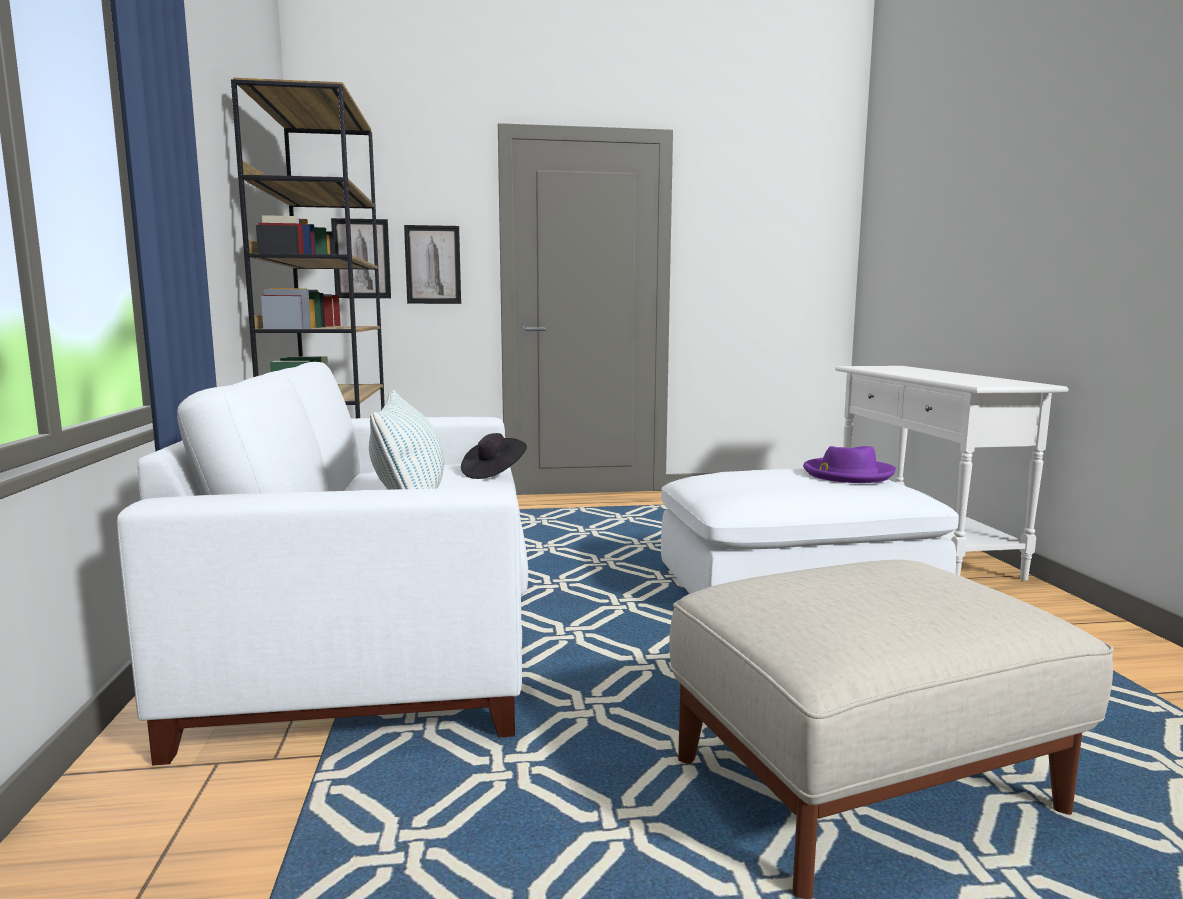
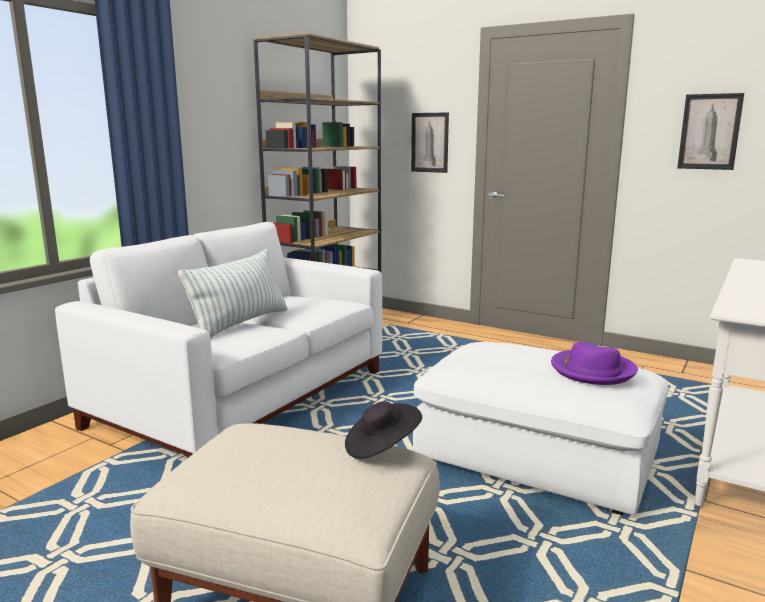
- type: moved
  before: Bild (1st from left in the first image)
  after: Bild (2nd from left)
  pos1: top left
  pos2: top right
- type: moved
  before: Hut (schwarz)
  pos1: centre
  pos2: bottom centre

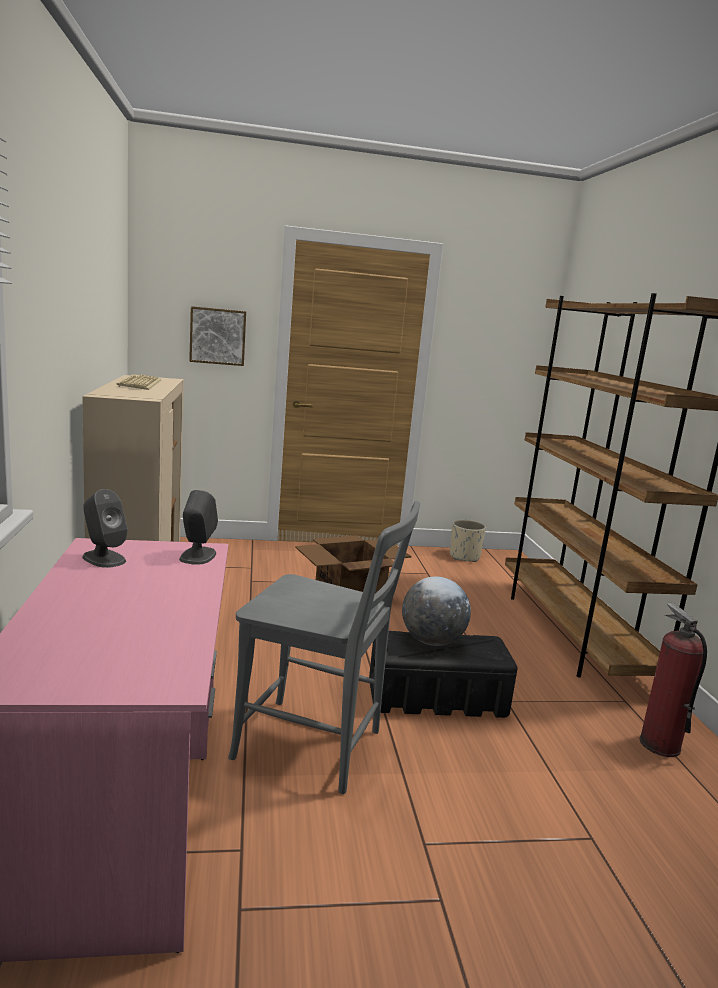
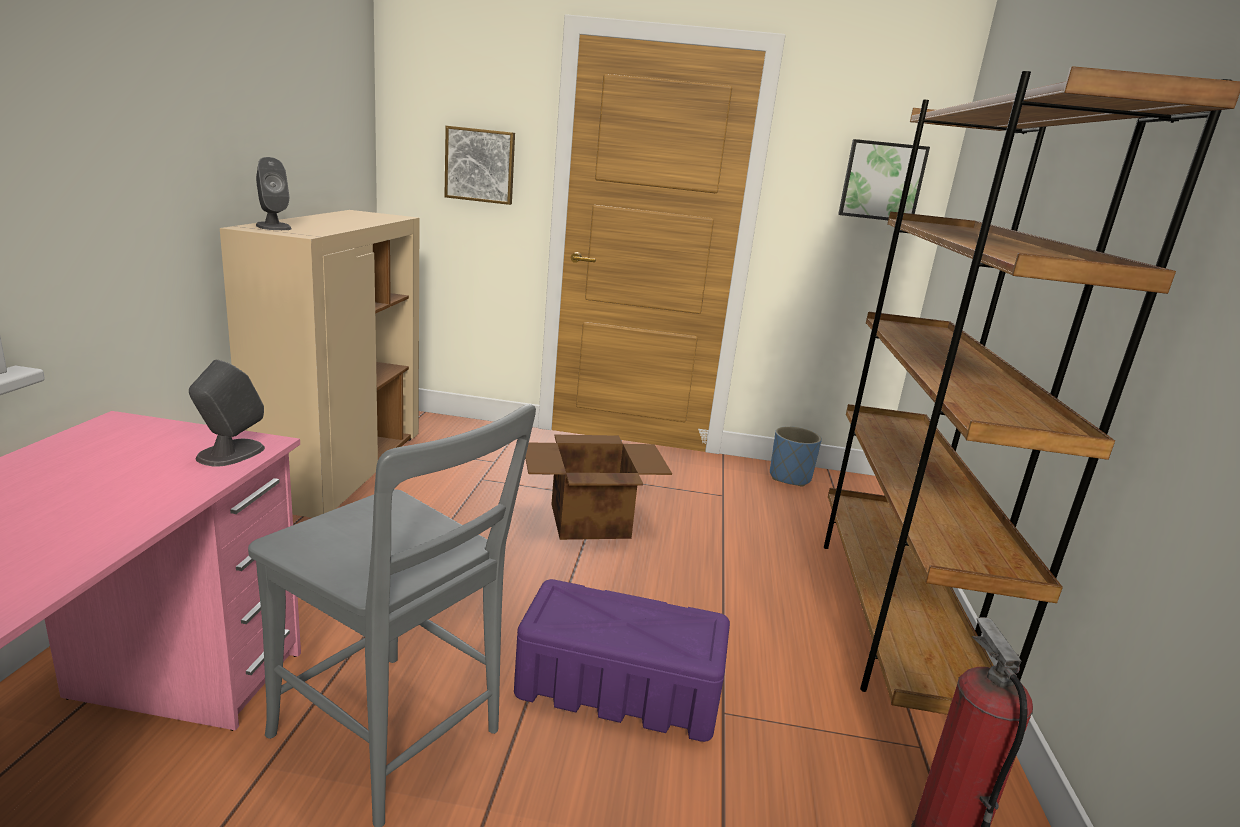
- type: removed
  before: Tastatur
  pos1: middle left
- type: moved
  before: Lautsprecher (grau) (1st from left in the first image)
  after: Lautsprecher (grau) (2nd from left)
  pos1: middle left
  pos2: top left
- type: recoloured
  before: Pflanzkübel (beige)
  after: Pflanzkübel (blau)
  pos1: centre
  pos2: centre
- type: removed
  before: Globus
  pos1: centre
- type: recoloured
  before: Aufbewahrungsbox (schwarz)
  after: Aufbewahrungsbox (lila)
  pos1: bottom centre
  pos2: bottom centre
- type: added
  after: Bild (2nd from left)
  pos2: top right

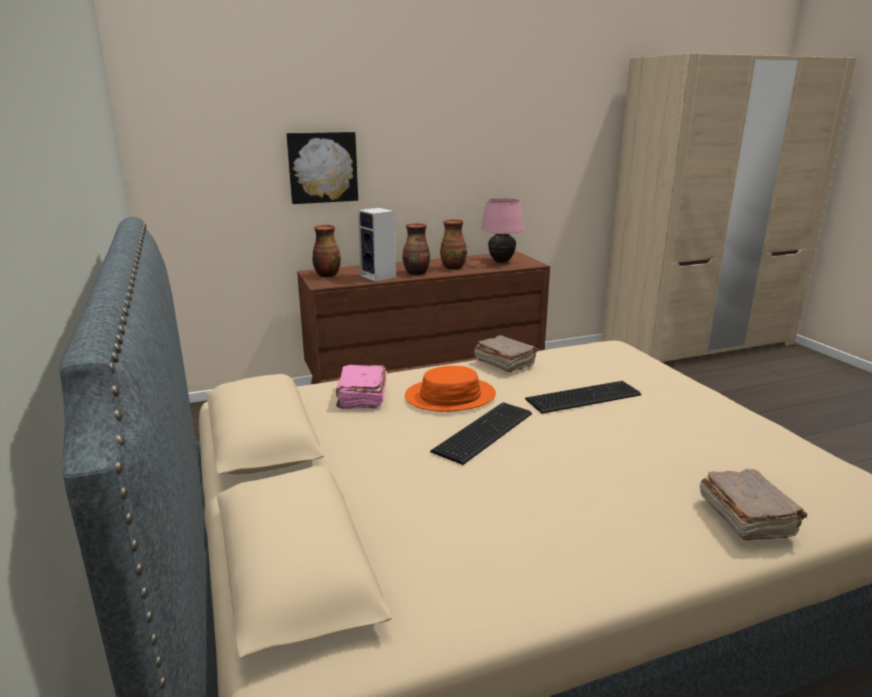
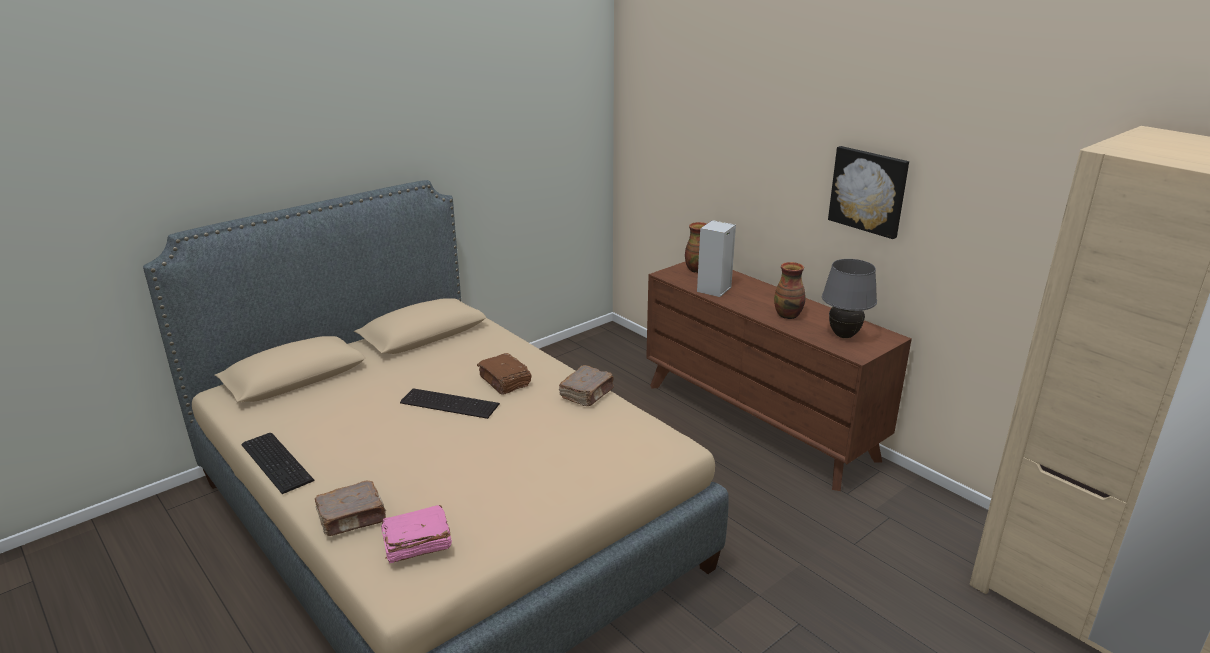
- type: moved
  before: Bild
  pos1: top centre
  pos2: top right
- type: recoloured
  before: Tischlampe (rosa)
  after: Tischlampe (grau)
  pos1: top centre
  pos2: middle right
- type: removed
  before: Vase (2nd from left)
  pos1: centre
- type: moved
  before: Buch (rosa)
  pos1: centre
  pos2: bottom centre
- type: replaced
  before: Hut (orange)
  after: Buch (braun) (2nd from left)
  pos1: centre
  pos2: centre
- type: moved
  before: Tastatur (2nd from left in the first image)
  after: Tastatur (1st from left)
  pos1: middle right
  pos2: bottom left

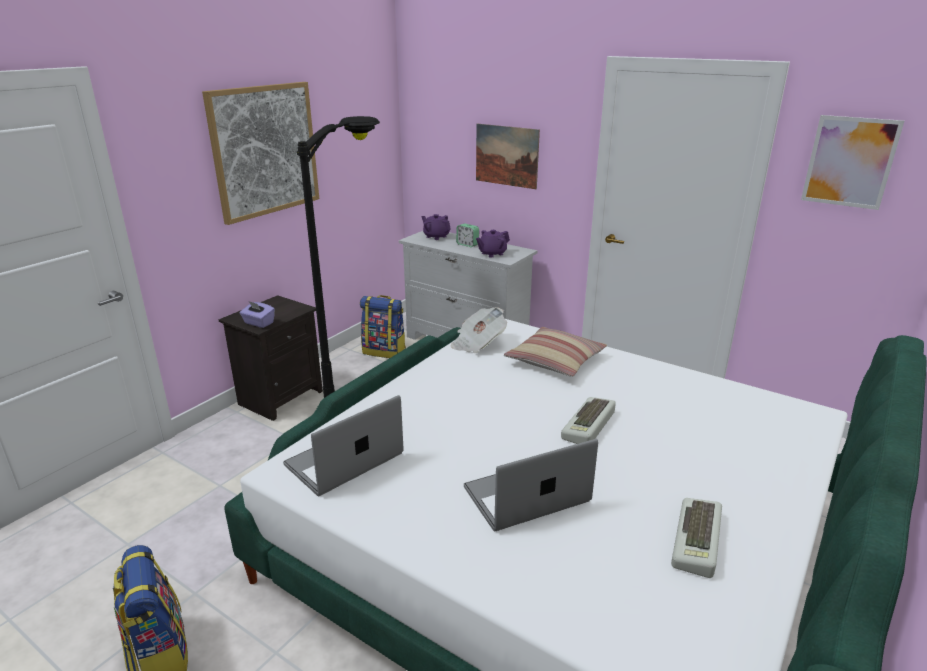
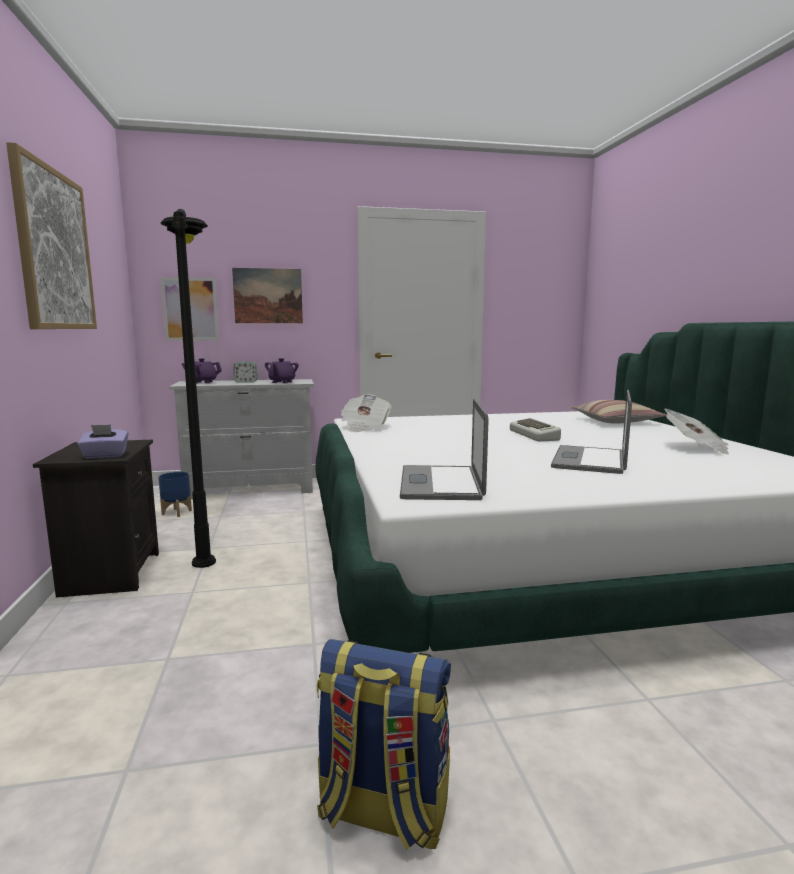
- type: moved
  before: Bild (3rd from left in the first image)
  after: Bild (2nd from left)
  pos1: top right
  pos2: middle left
- type: replaced
  before: Rucksack (2nd from left)
  after: Pflanzkübel (blau)
  pos1: centre
  pos2: middle left
- type: moved
  before: Kissen
  pos1: centre
  pos2: middle right
- type: replaced
  before: Tastatur (2nd from left)
  after: Zeitung (2nd from left)
  pos1: bottom right
  pos2: middle right

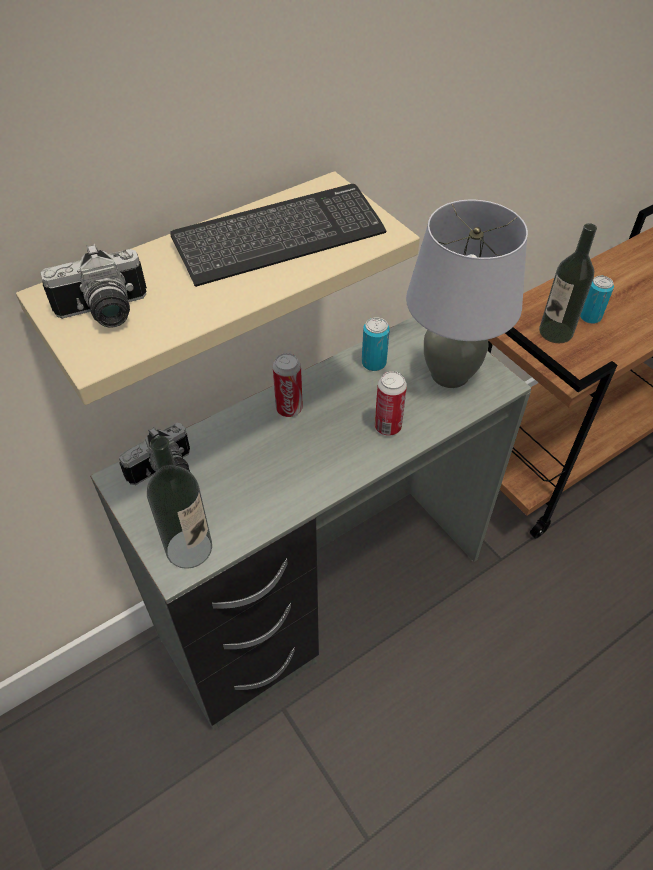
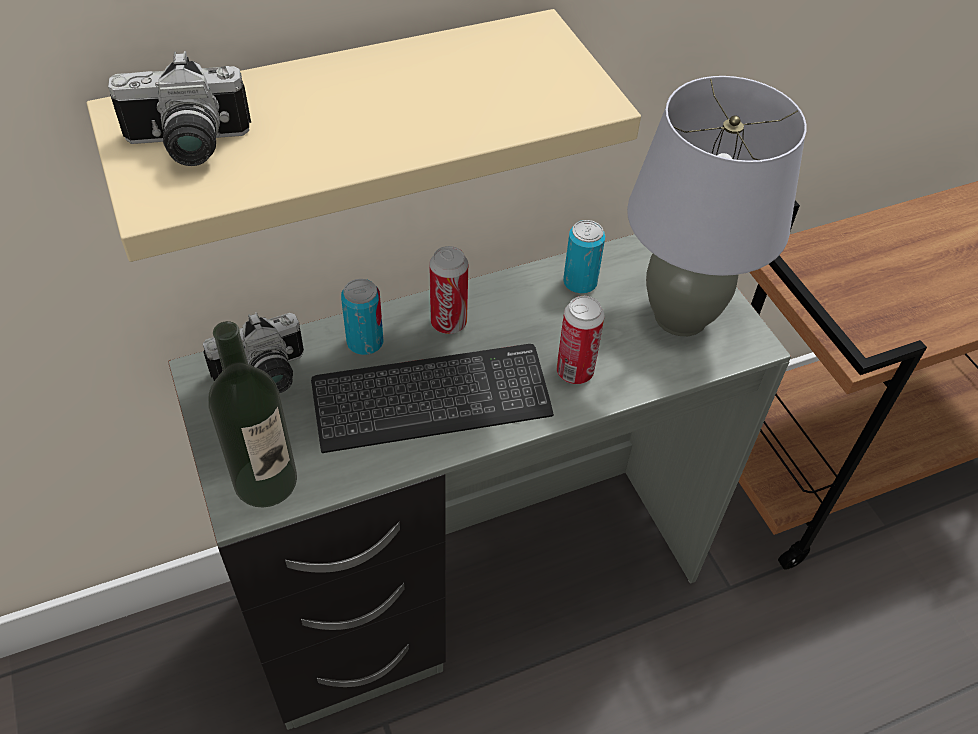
- type: moved
  before: Tastatur
  pos1: top centre
  pos2: centre
- type: removed
  before: Flasche (2nd from left)
  pos1: top right
- type: moved
  before: Dose (4th from left in the first image)
  after: Dose (1st from left)
  pos1: middle right
  pos2: centre

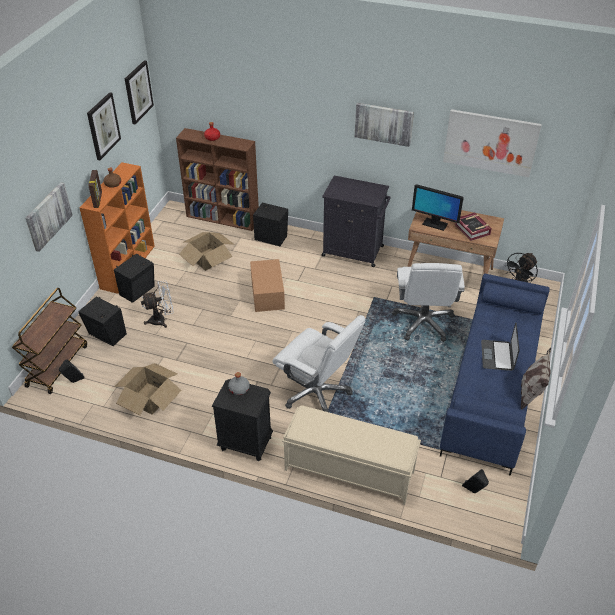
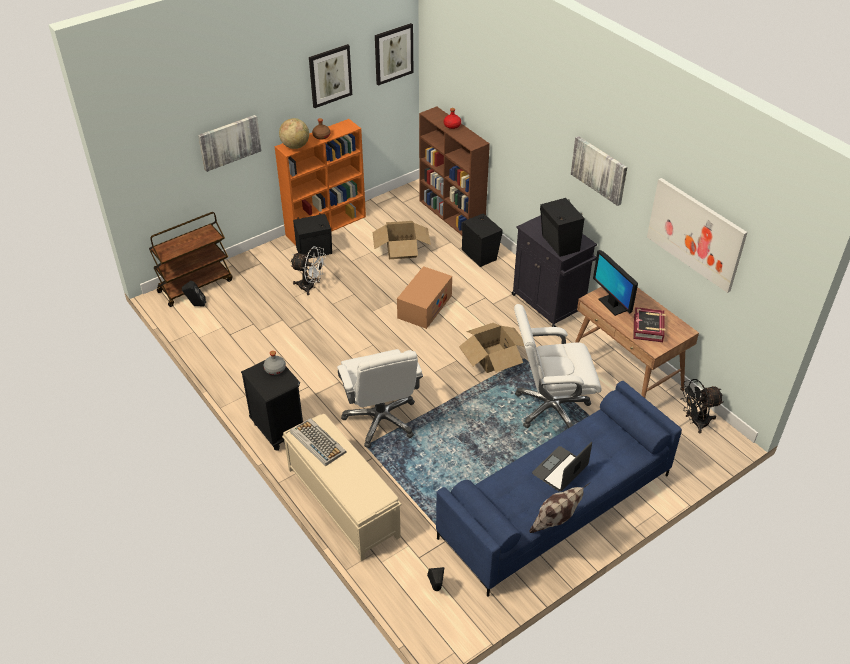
- type: replaced
  before: Bilderrahmen
  after: Globus
  pos1: top left
  pos2: top centre
- type: turned
  before: Bürostuhl (weiß) (2nd from left)
  pos1: middle right
  pos2: centre
  turn: 45
- type: moved
  before: Lautsprecher (schwarz) (2nd from left in the first image)
  after: Lautsprecher (schwarz) (5th from left)
  pos1: middle left
  pos2: centre
- type: moved
  before: Karton (1st from left in the first image)
  after: Karton (3rd from left)
  pos1: middle left
  pos2: centre
- type: added
  after: Tastatur
  pos2: centre

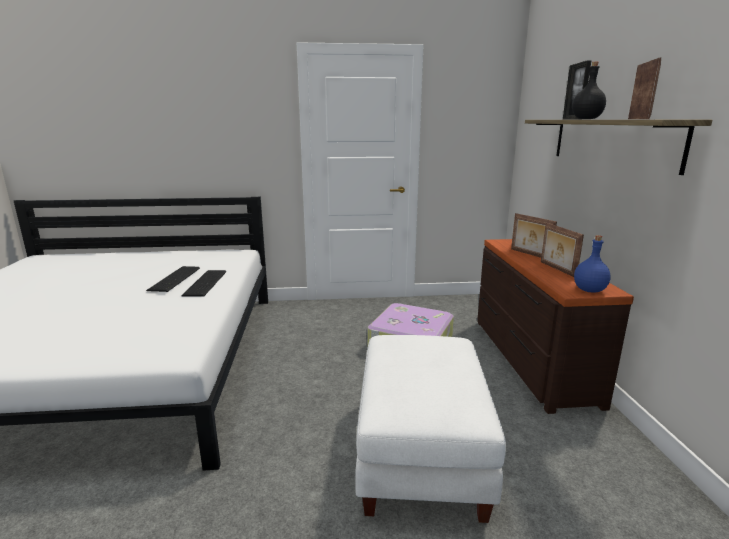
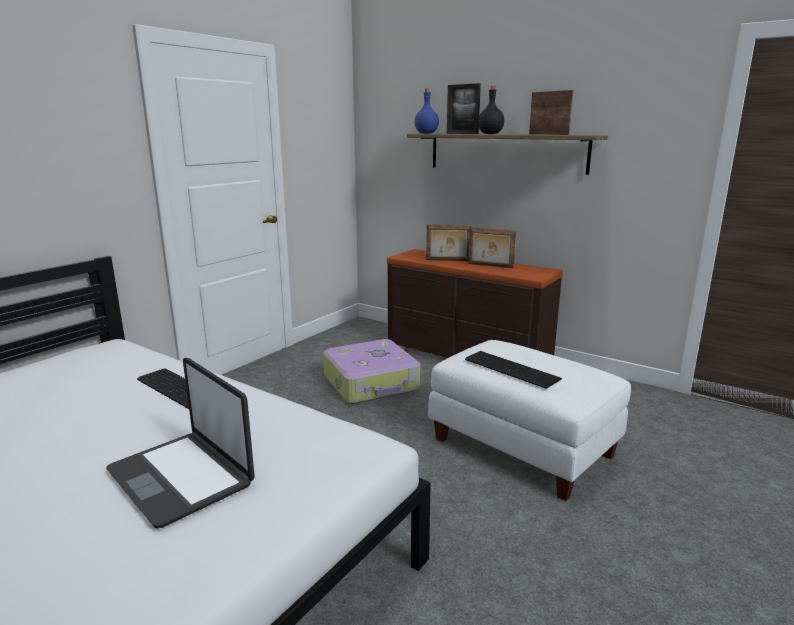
- type: moved
  before: Flasche (blau)
  pos1: middle right
  pos2: top centre
- type: moved
  before: Tastatur (1st from left in the first image)
  after: Tastatur (2nd from left)
  pos1: middle left
  pos2: centre
- type: added
  after: Laptop
  pos2: bottom left

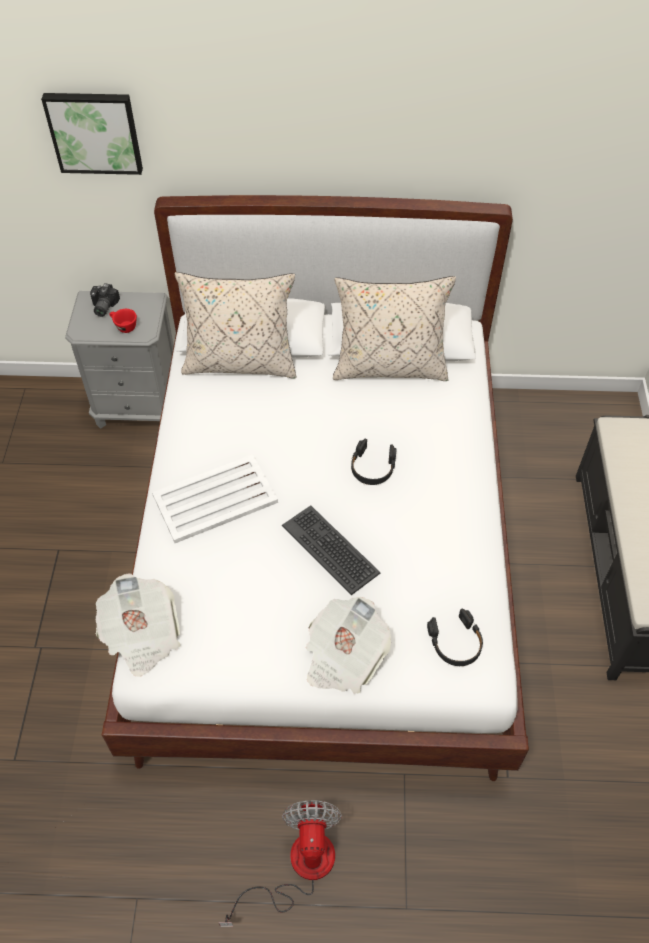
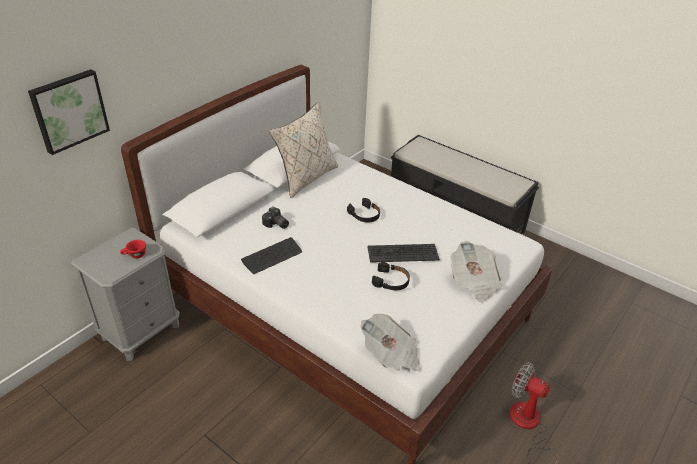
- type: removed
  before: Kissen (beige) (1st from left)
  pos1: centre
- type: moved
  before: Kamera
  pos1: top left
  pos2: centre
- type: removed
  before: Tablett (weiß)
  pos1: middle left
- type: moved
  before: Kopfhörer (schwarz) (2nd from left)
  pos1: bottom right
  pos2: centre
- type: added
  after: Tastatur (1st from left)
  pos2: centre

